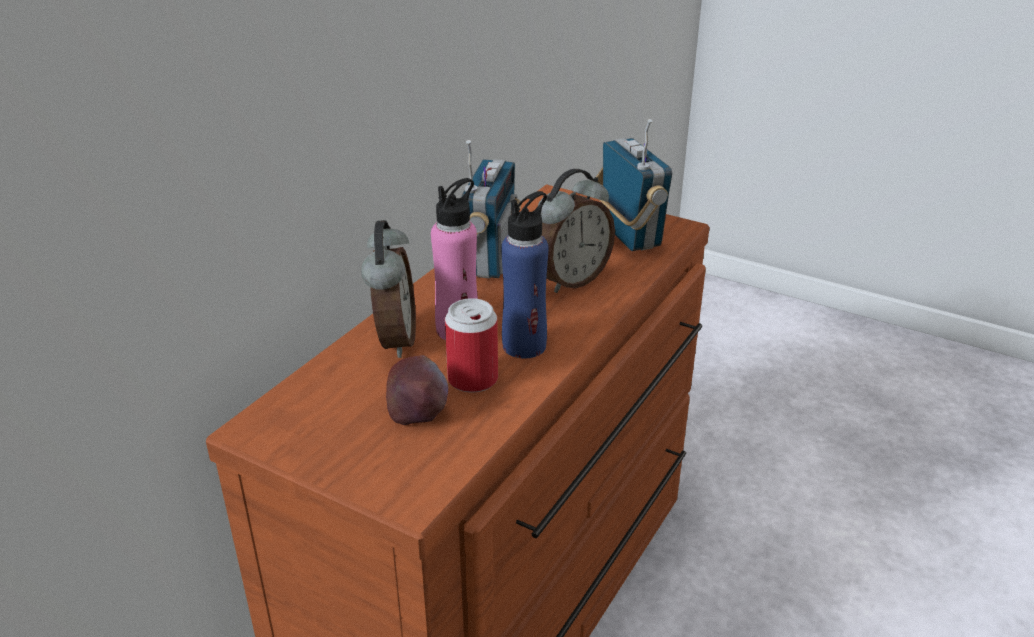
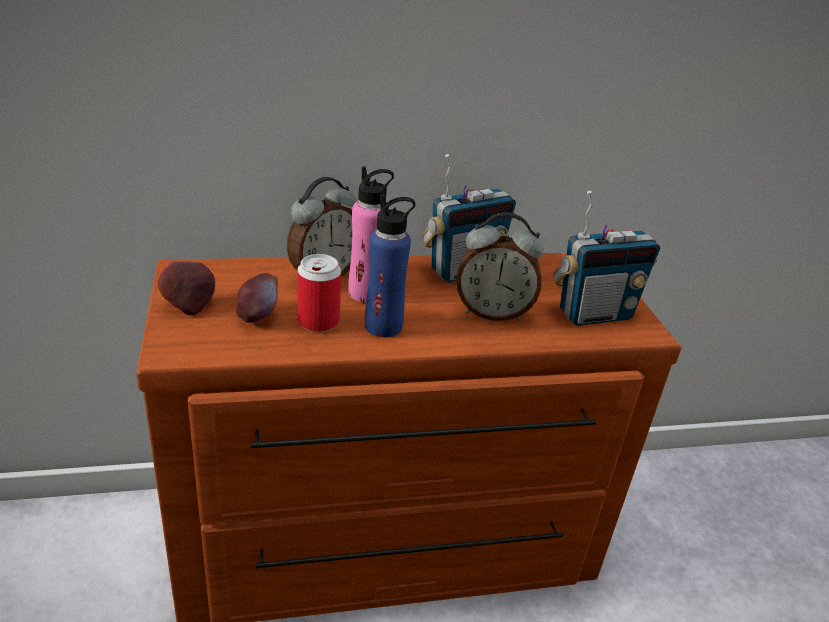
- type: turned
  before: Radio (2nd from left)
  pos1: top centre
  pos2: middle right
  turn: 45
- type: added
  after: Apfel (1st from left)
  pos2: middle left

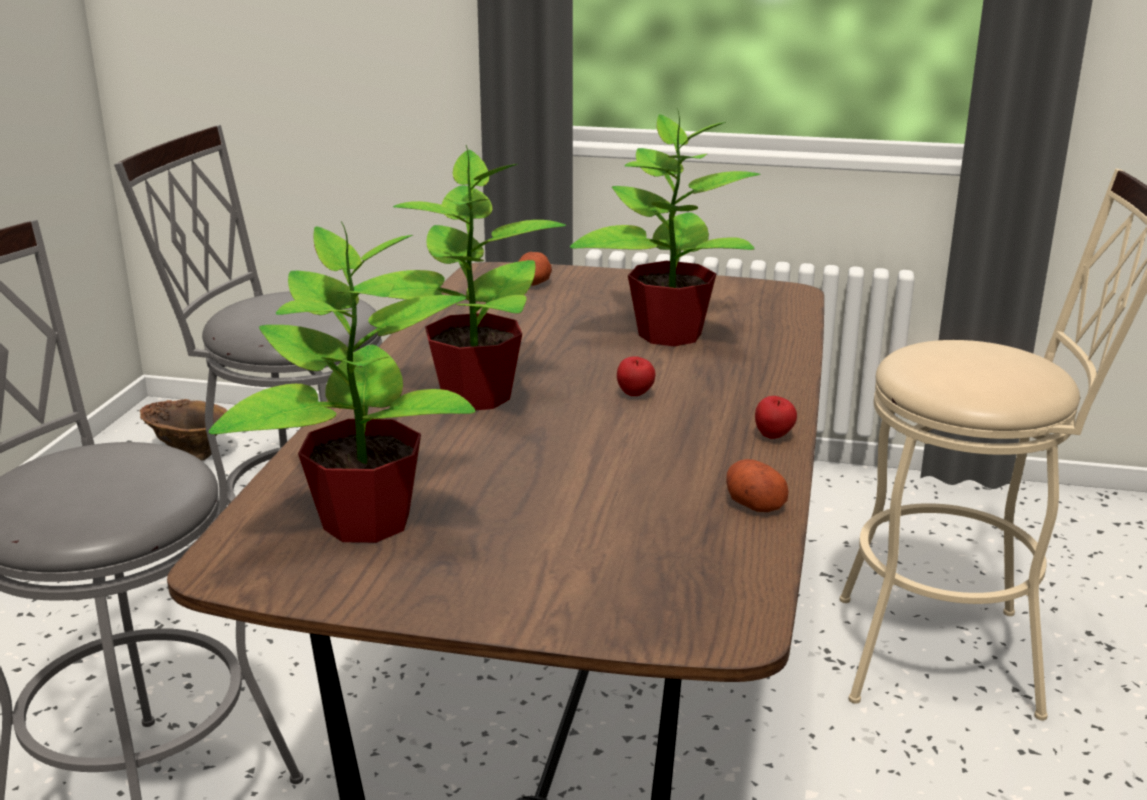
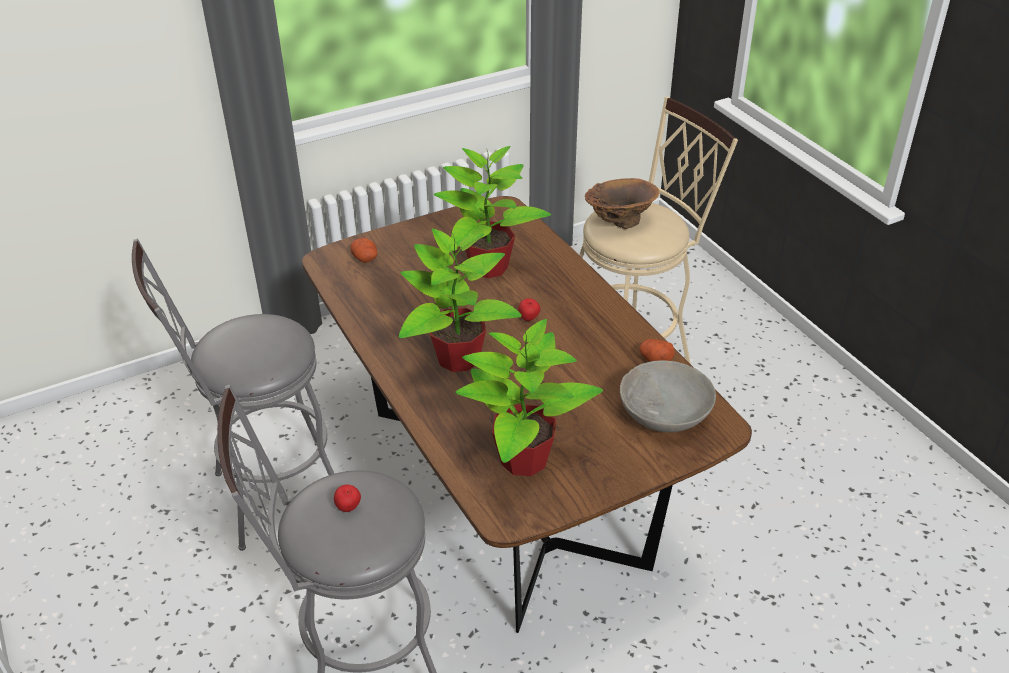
- type: moved
  before: Apfel (2nd from left in the first image)
  after: Apfel (1st from left)
  pos1: middle right
  pos2: bottom centre
- type: moved
  before: Vase (braun)
  pos1: middle left
  pos2: top centre
- type: added
  after: Schüssel (grau)
  pos2: centre

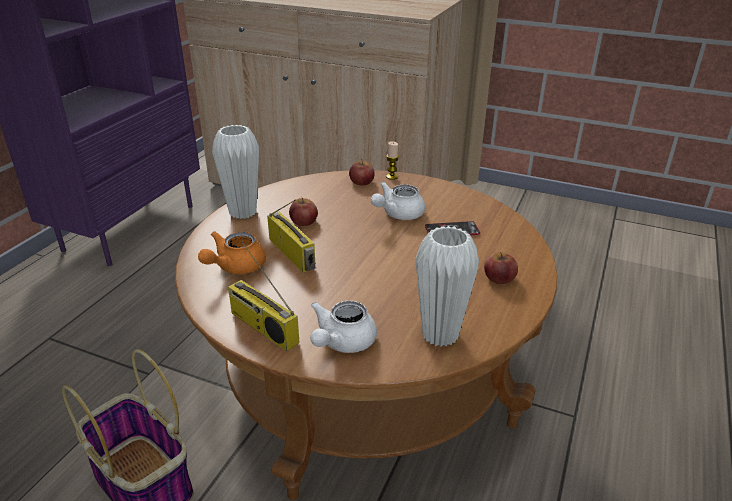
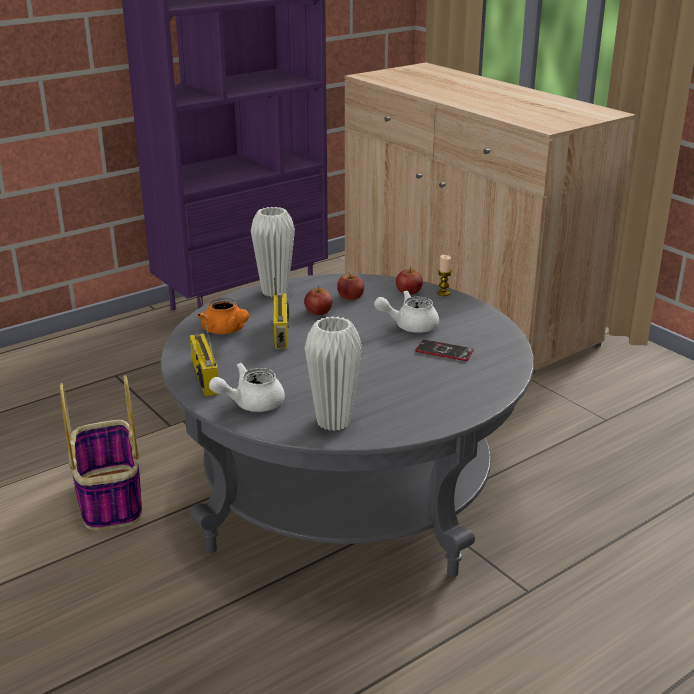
- type: recoloured
  before: Couchtisch (braun)
  after: Couchtisch (grau)
  pos1: bottom centre
  pos2: centre
- type: turned
  before: Teekanne (orange)
  pos1: middle left
  pos2: middle left
  turn: -105
- type: moved
  before: Apfel (3rd from left in the first image)
  after: Apfel (2nd from left)
  pos1: middle right
  pos2: centre

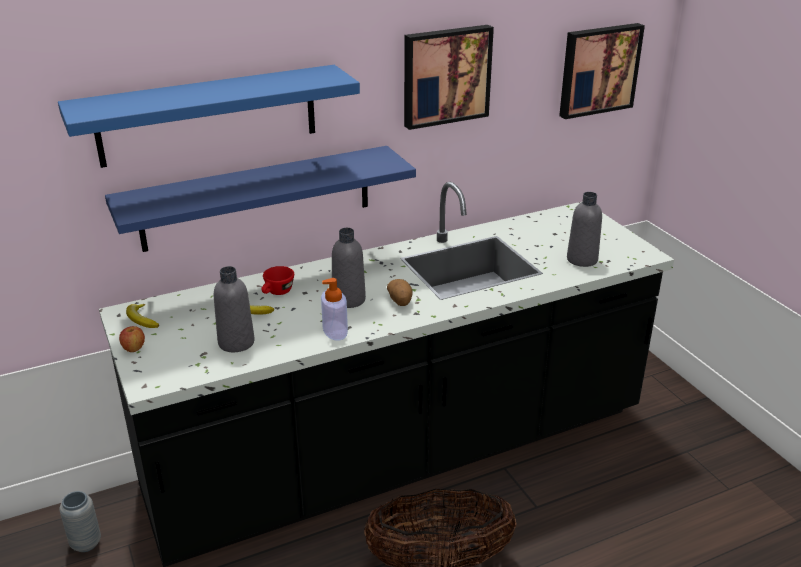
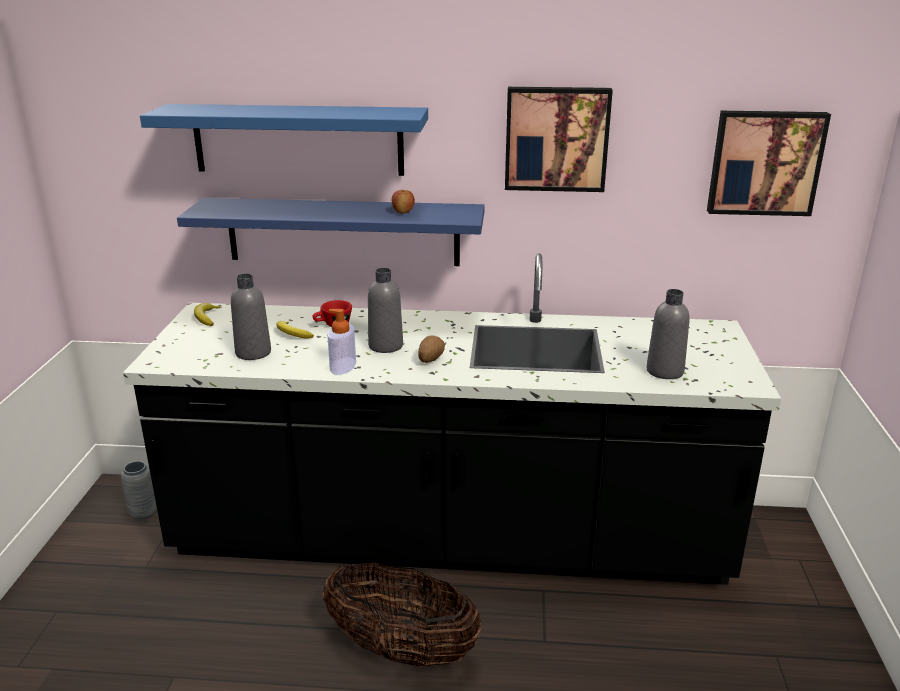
- type: moved
  before: Apfel
  pos1: middle left
  pos2: top centre

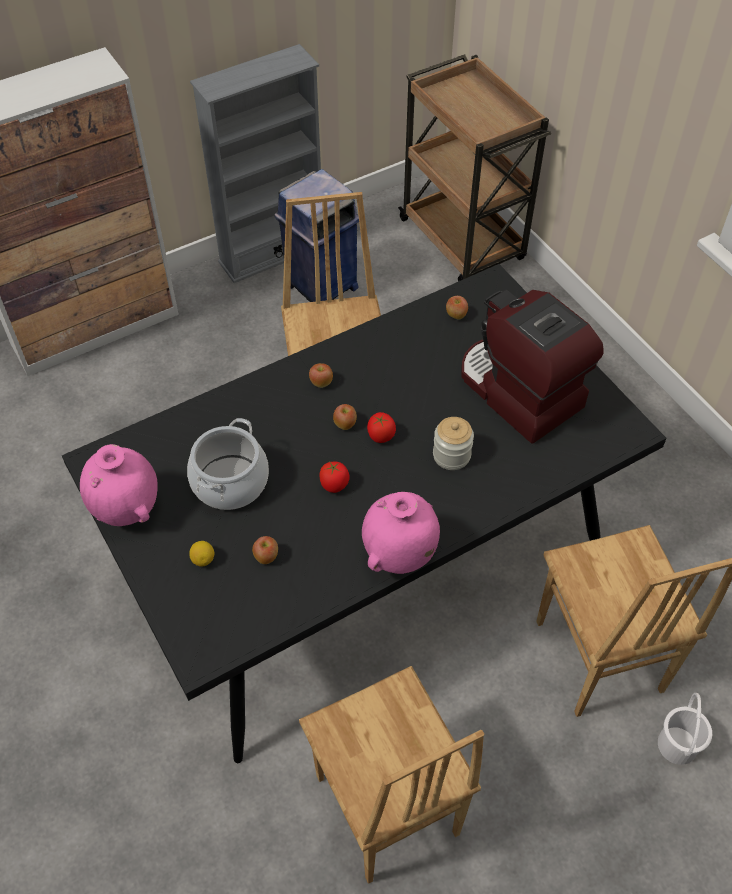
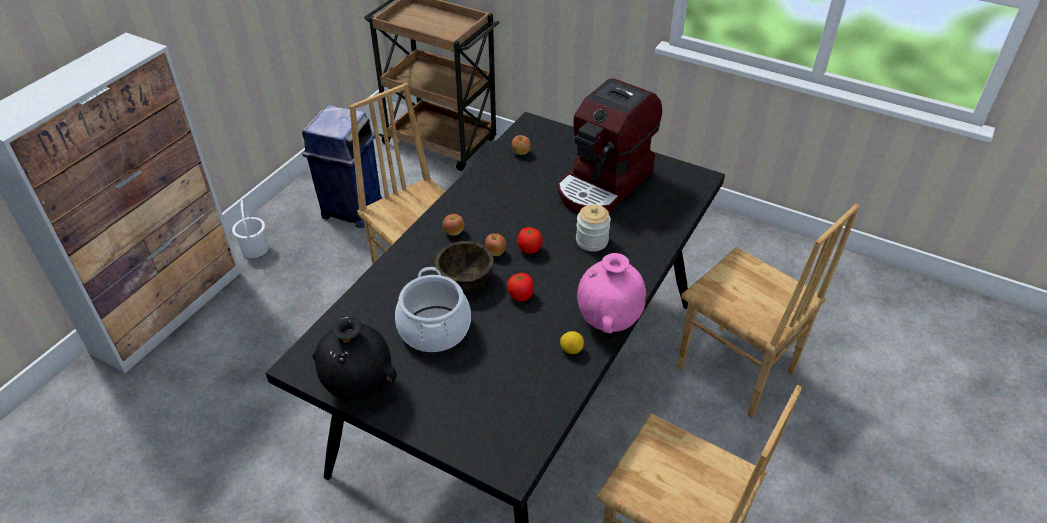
- type: removed
  before: Bücherregal (grau)
  pos1: top centre
- type: turned
  before: Kaffeemaschine
  pos1: middle right
  pos2: top centre
  turn: -75
- type: recoloured
  before: Vase (rosa) (1st from left)
  after: Vase (schwarz)
  pos1: middle left
  pos2: bottom centre
- type: removed
  before: Apfel (1st from left)
  pos1: centre
- type: moved
  before: Zitrone
  pos1: middle left
  pos2: centre
- type: moved
  before: Eimer (weiß)
  pos1: bottom right
  pos2: middle left
- type: added
  after: Schüssel (braun)
  pos2: centre

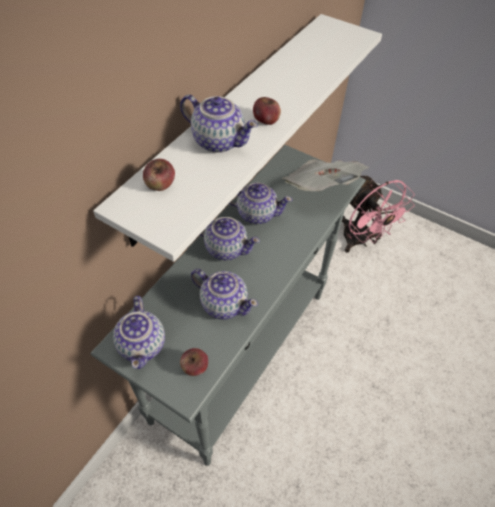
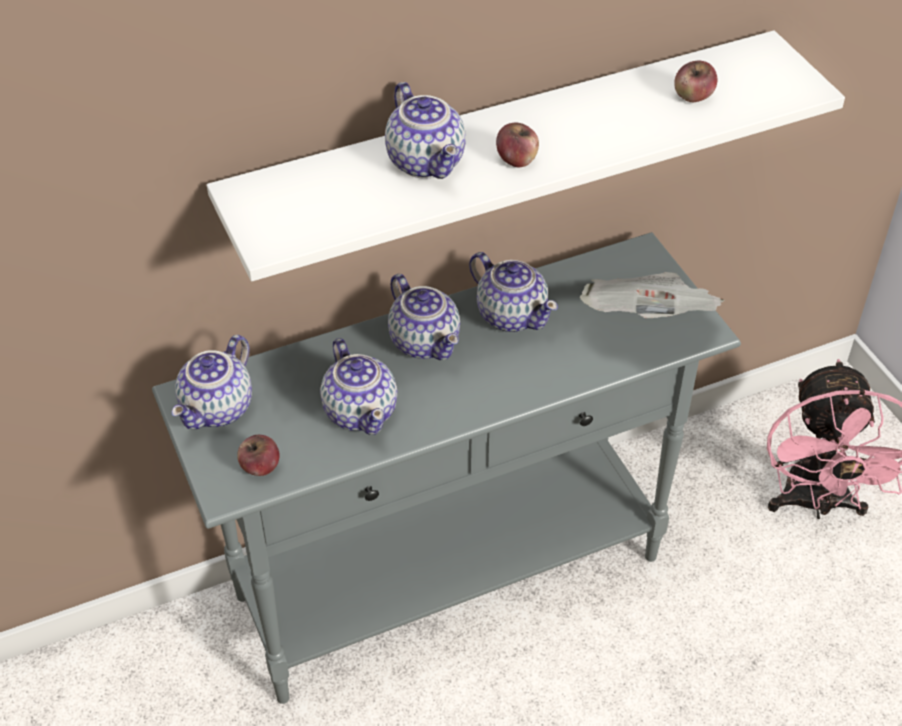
- type: moved
  before: Apfel (1st from left in the first image)
  after: Apfel (3rd from left)
  pos1: middle left
  pos2: top right

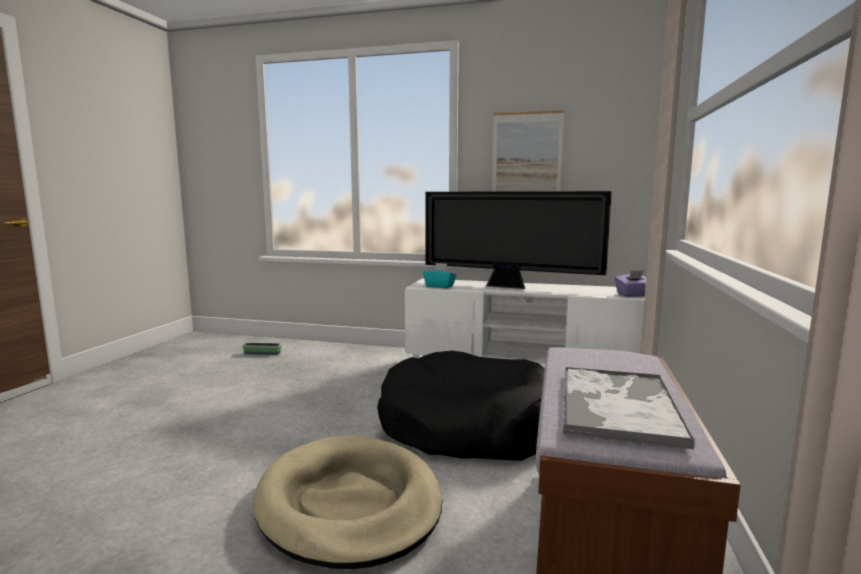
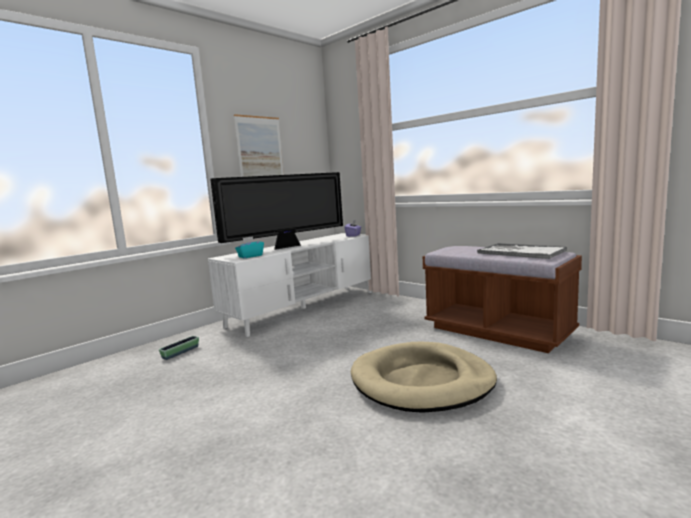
- type: moved
  before: Pflanzkübel
  pos1: middle left
  pos2: bottom left
- type: removed
  before: Hundebett (schwarz)
  pos1: bottom centre

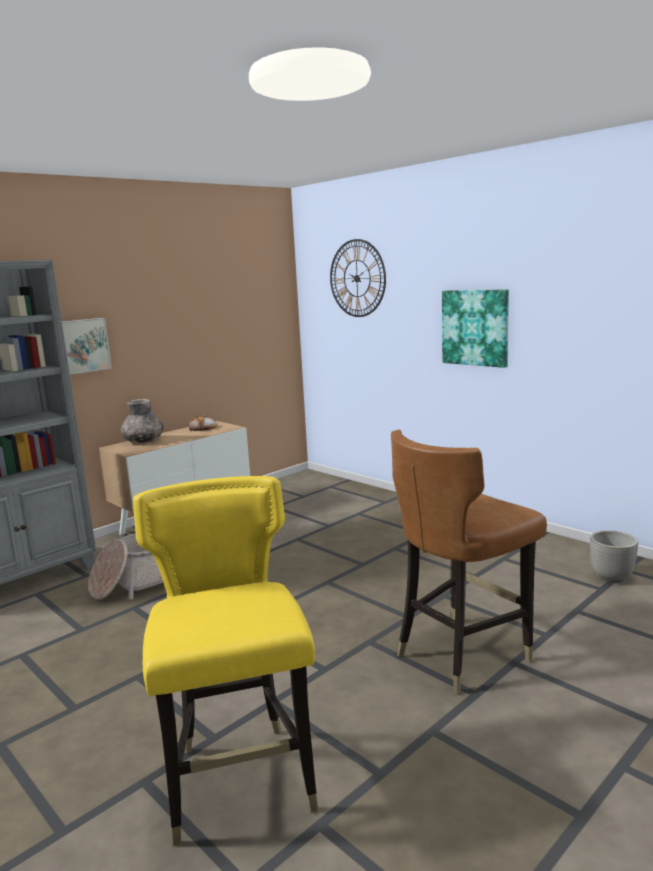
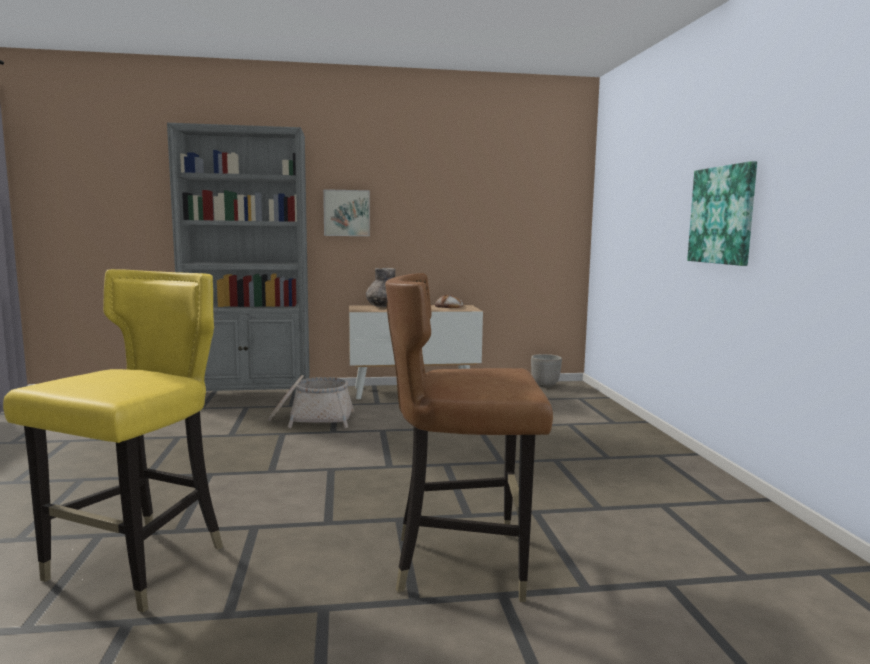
- type: removed
  before: Wanduhr
  pos1: top centre
- type: moved
  before: Pflanzkübel
  pos1: middle right
  pos2: centre

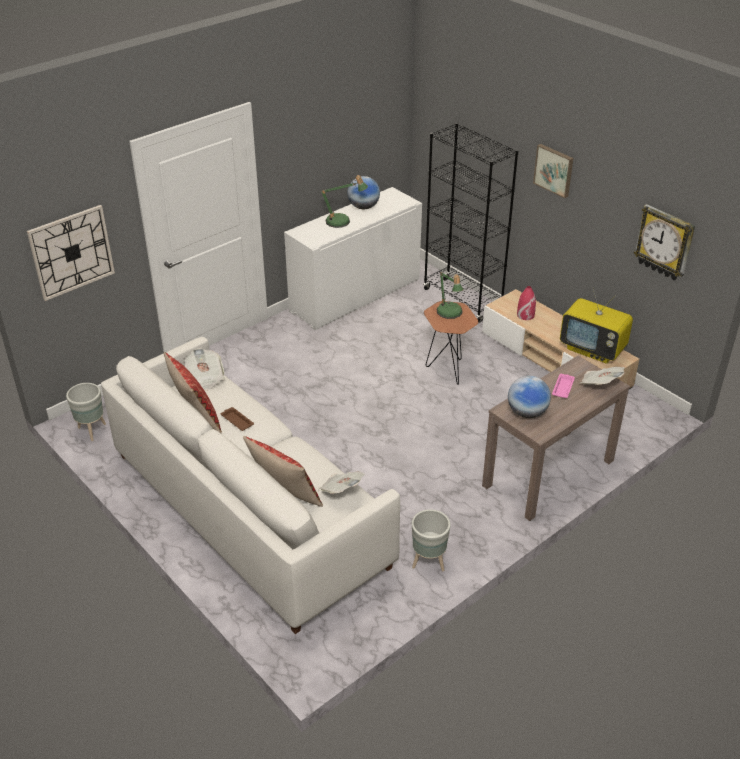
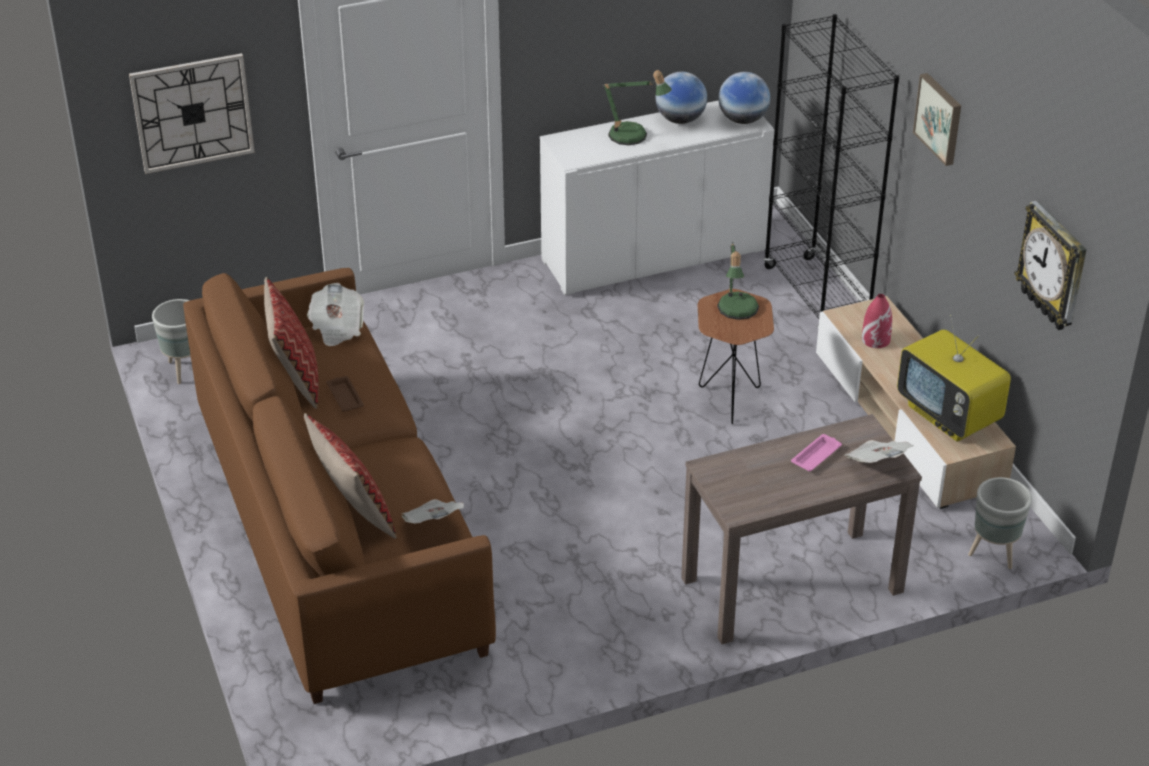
- type: recoloured
  before: Sofa (weiß)
  after: Sofa (braun)
  pos1: centre
  pos2: middle left
- type: moved
  before: Globus (2nd from left)
  pos1: middle right
  pos2: top centre
- type: moved
  before: Pflanzkübel (grau) (2nd from left)
  pos1: bottom centre
  pos2: bottom right

